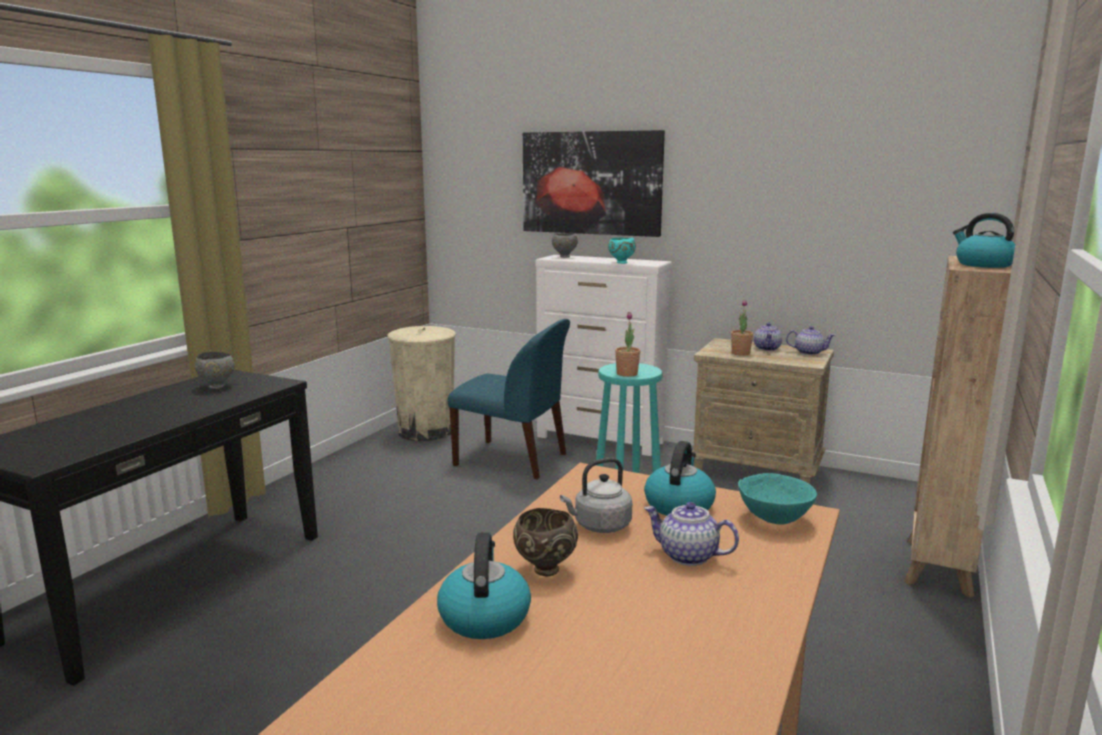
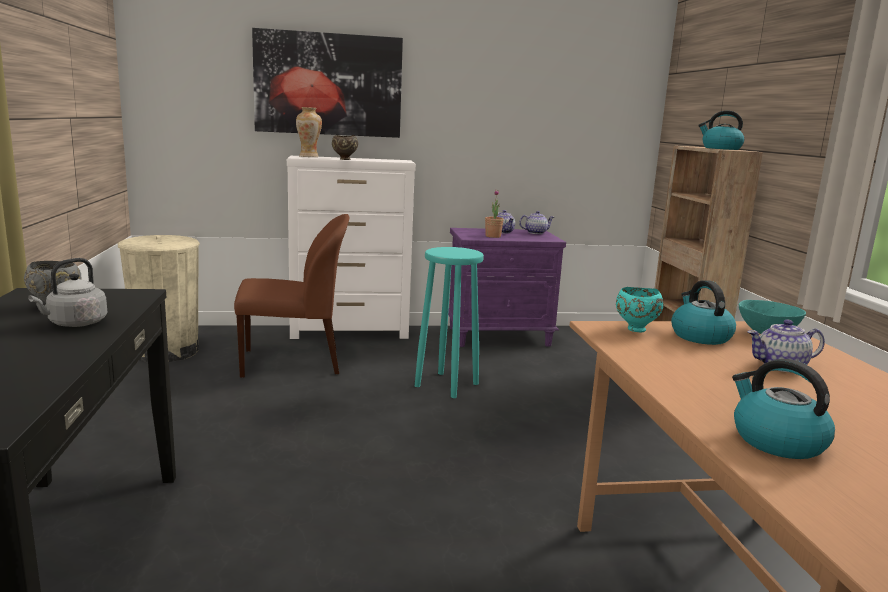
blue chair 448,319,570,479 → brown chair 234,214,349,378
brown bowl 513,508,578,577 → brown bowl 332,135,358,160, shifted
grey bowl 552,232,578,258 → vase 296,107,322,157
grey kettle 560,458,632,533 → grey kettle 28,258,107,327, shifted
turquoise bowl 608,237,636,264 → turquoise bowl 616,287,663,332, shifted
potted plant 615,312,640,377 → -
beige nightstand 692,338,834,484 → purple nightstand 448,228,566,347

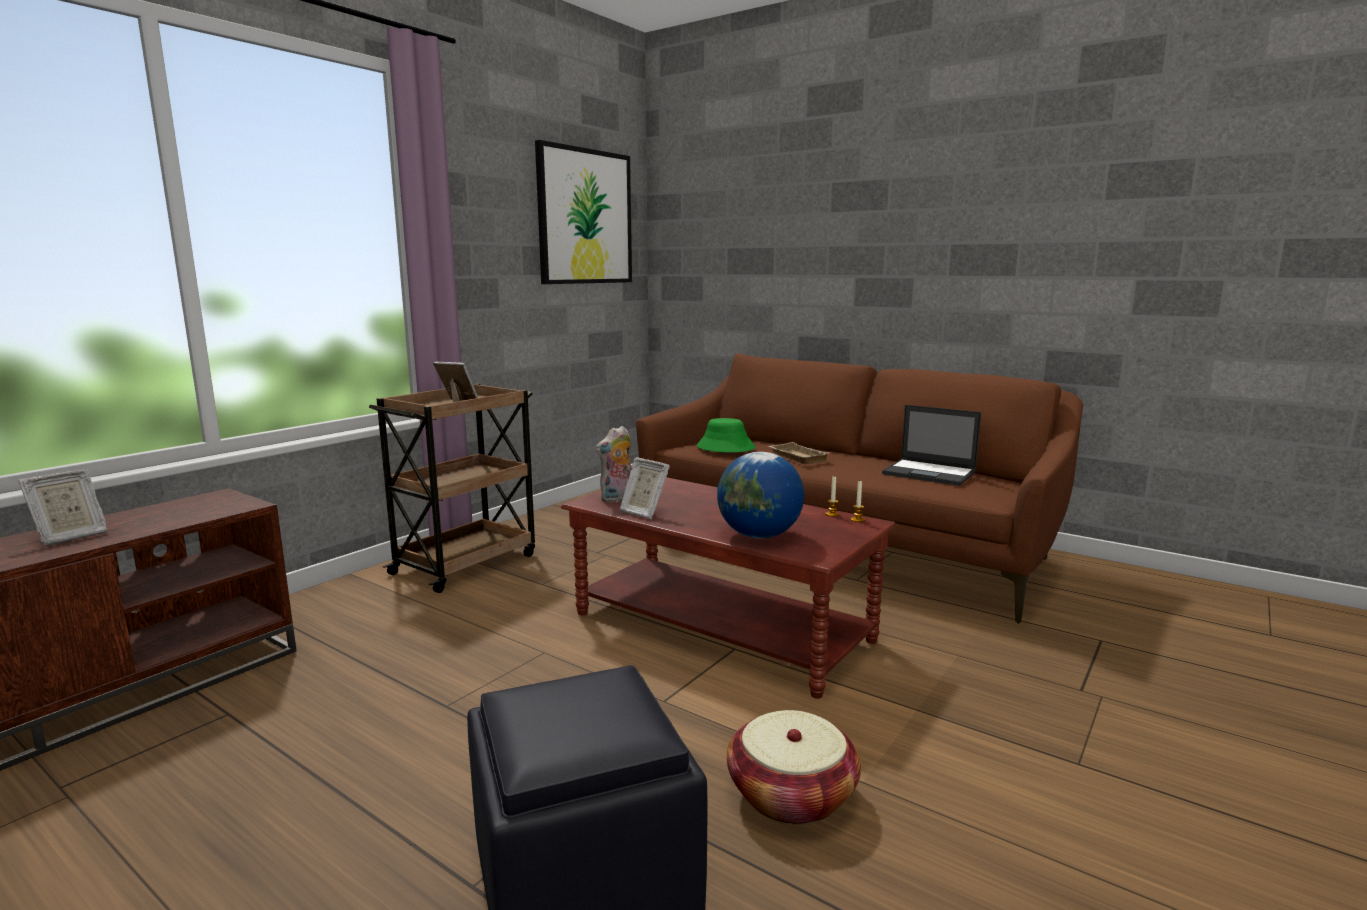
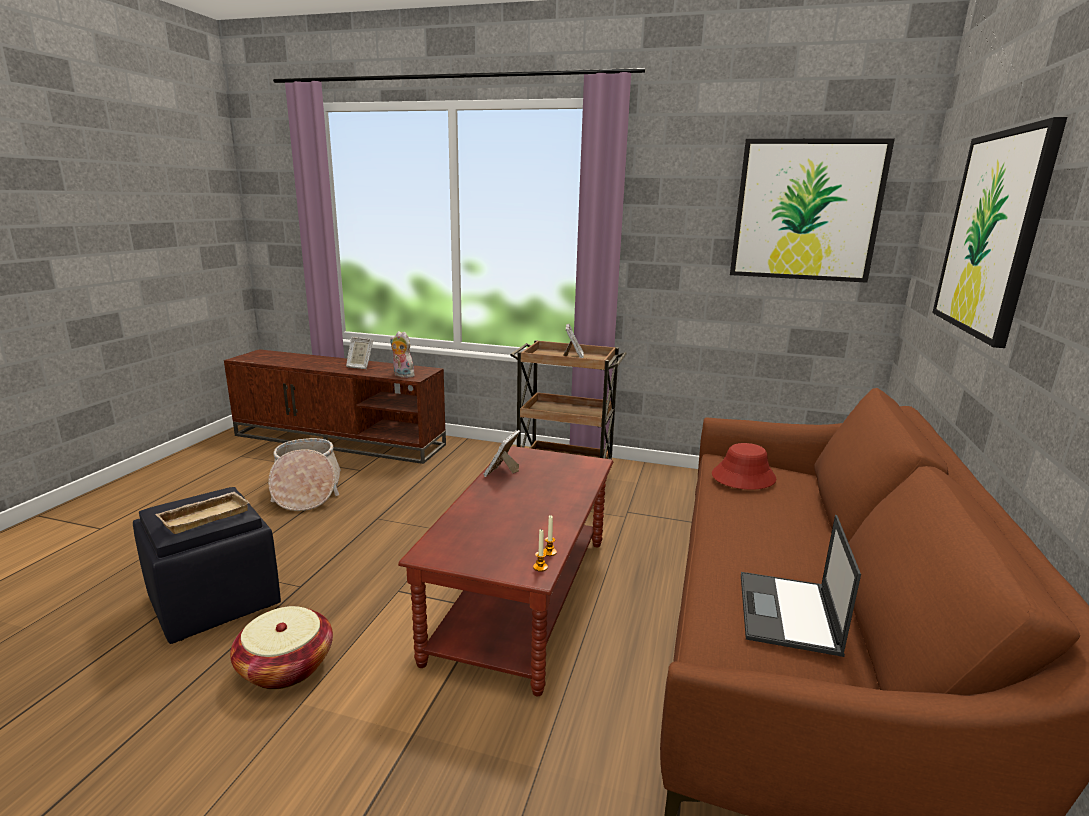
plush toy 596,426,632,503 → plush toy 390,331,414,378, shifted
green hat 697,418,756,452 → red hat 712,443,776,490
globe 717,452,804,538 → -
beige tray 768,442,830,464 → beige tray 156,492,250,534, shifted
- → basket 268,438,341,511
- → picture 932,117,1067,348

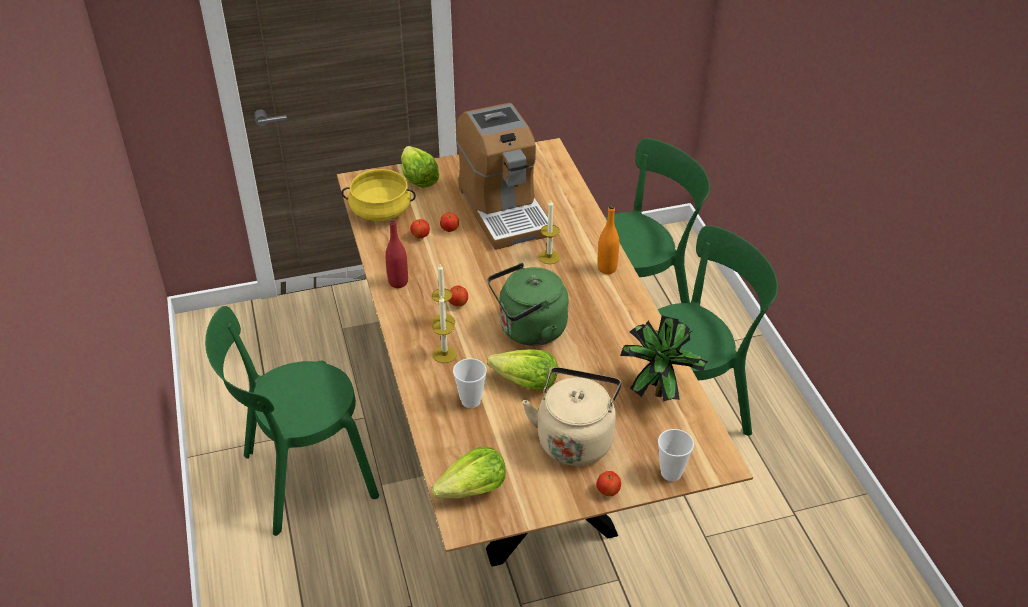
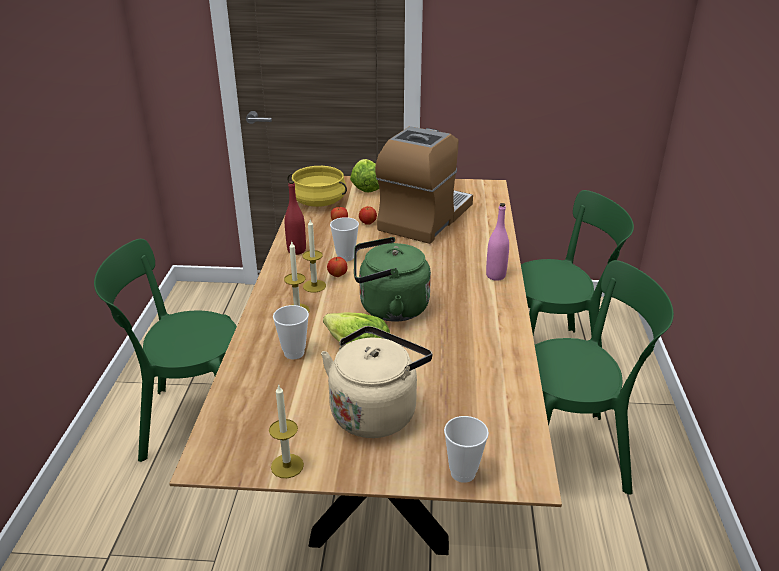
lettuce 431,447,506,499 → -
coffee machine 456,103,548,250 → coffee machine 375,126,473,244, 150 degrees counterclockwise
candle 538,200,560,264 → candle 269,384,304,478, shifted
apple 596,471,621,496 → -
orange bottle 597,205,619,274 → pink bottle 486,203,509,281
potted plant 620,316,708,402 → -
- → cup 330,217,359,262

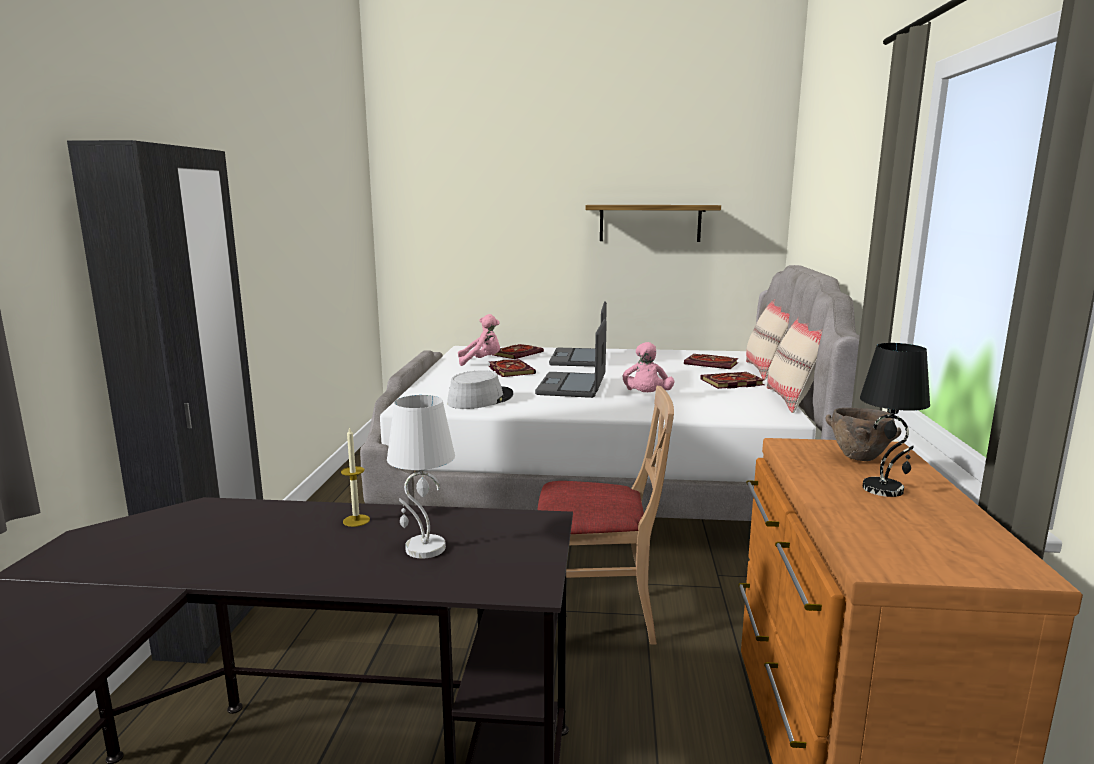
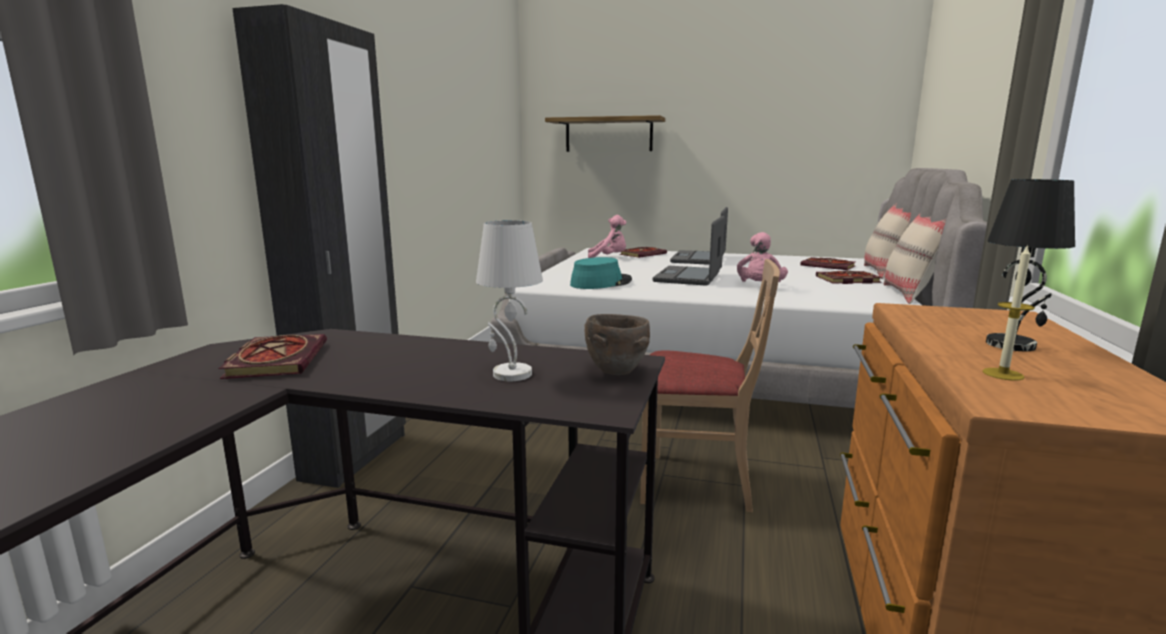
candle 341,427,370,527 → candle 983,244,1035,381, shifted
grey hat 447,370,513,409 → turquoise hat 570,257,632,289
book 489,359,536,377 → book 218,334,327,379, shifted
shelf 586,205,721,242 → shelf 545,115,665,152, shifted
brown bowl 825,408,901,461 → brown bowl 584,314,650,375, shifted

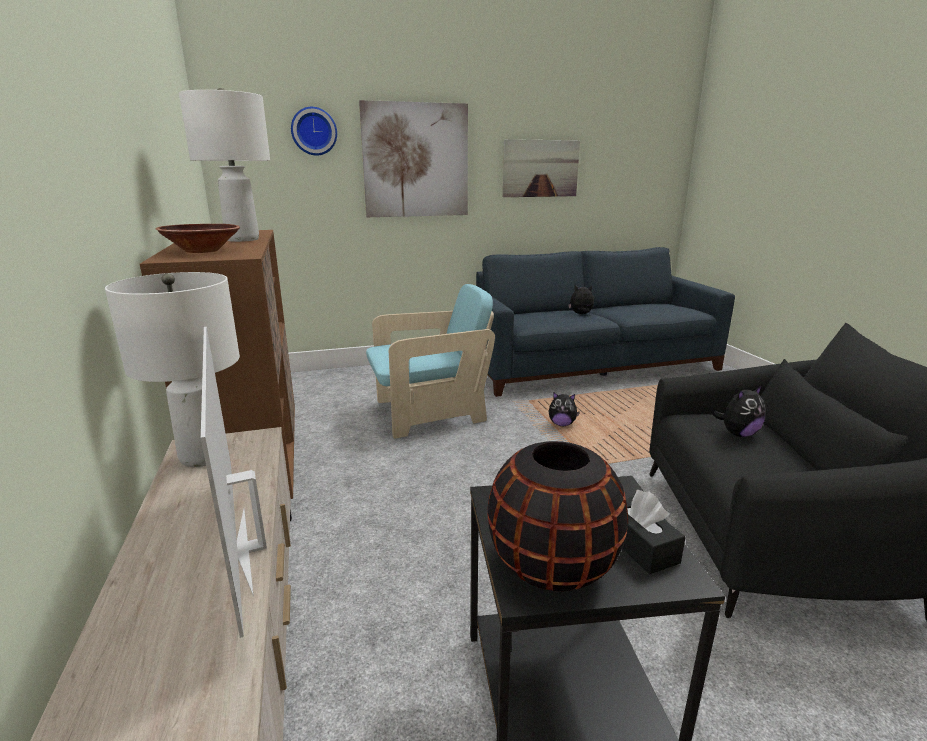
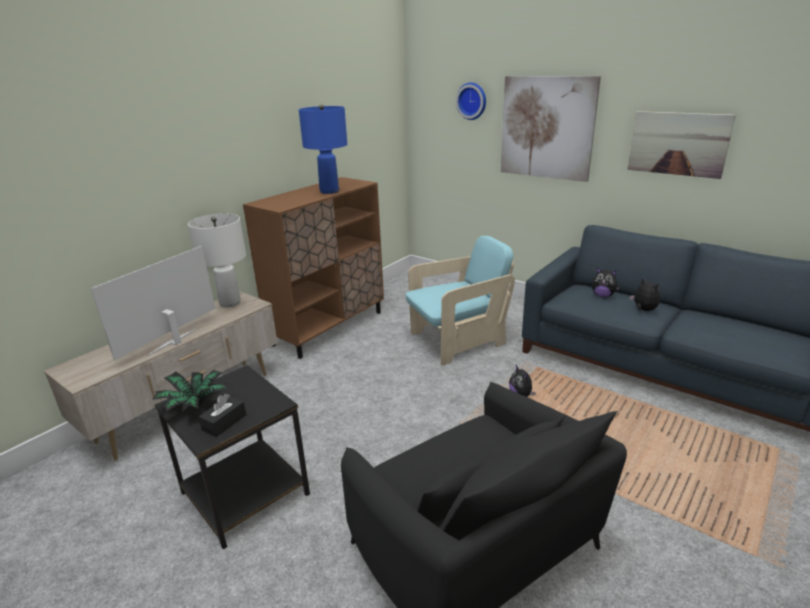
brown bowl 156,224,240,253 → -
white table lamp 179,88,270,242 → blue table lamp 299,104,347,194
turquoise armchair 366,284,495,439 → turquoise armchair 406,236,515,365, 60 degrees counterclockwise
black vase 487,441,628,591 → potted plant 152,369,230,412
plush toy 712,385,766,437 → plush toy 592,267,620,297, shifted

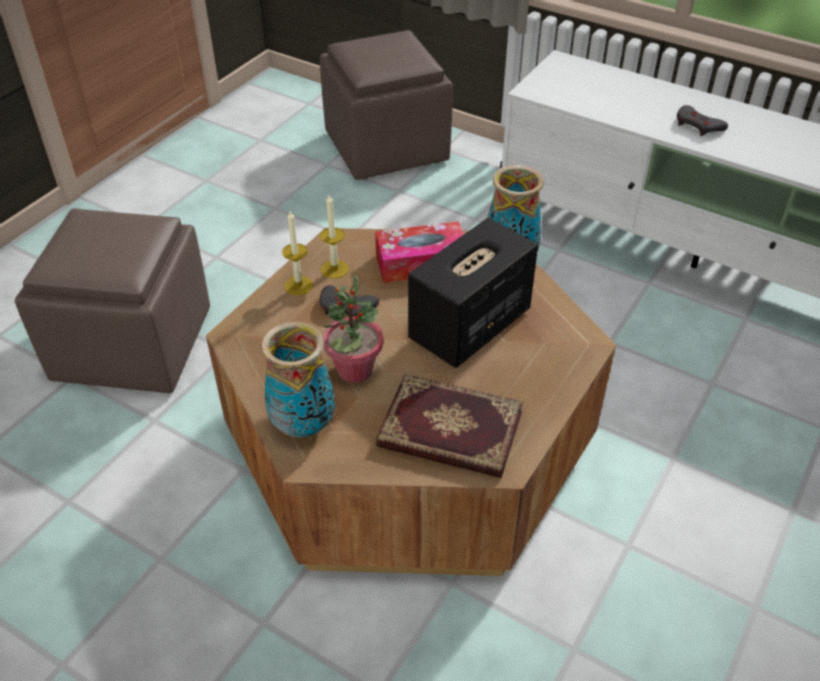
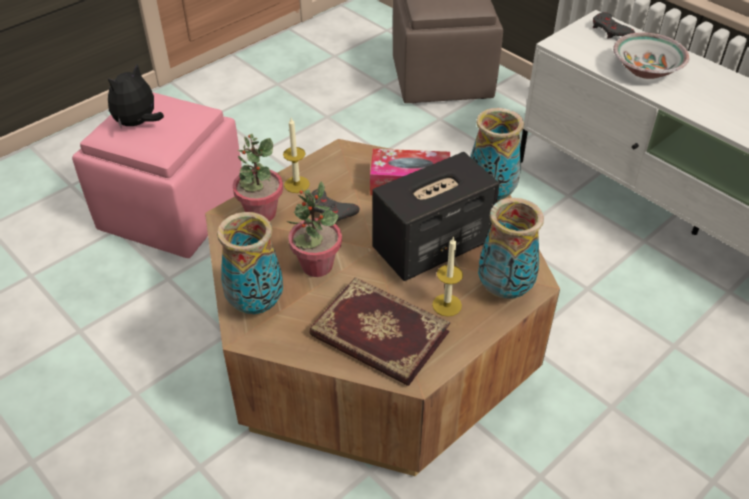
brown ottoman 15,208,210,393 → pink ottoman 72,92,242,258
candle 320,195,349,279 → candle 432,236,463,317, shifted
grey game controller 677,105,728,136 → grey game controller 593,12,635,39, shifted
- → plush toy 108,64,164,127
- → potted plant 233,134,283,221
- → vase 478,198,544,299
- → bowl 613,33,690,79

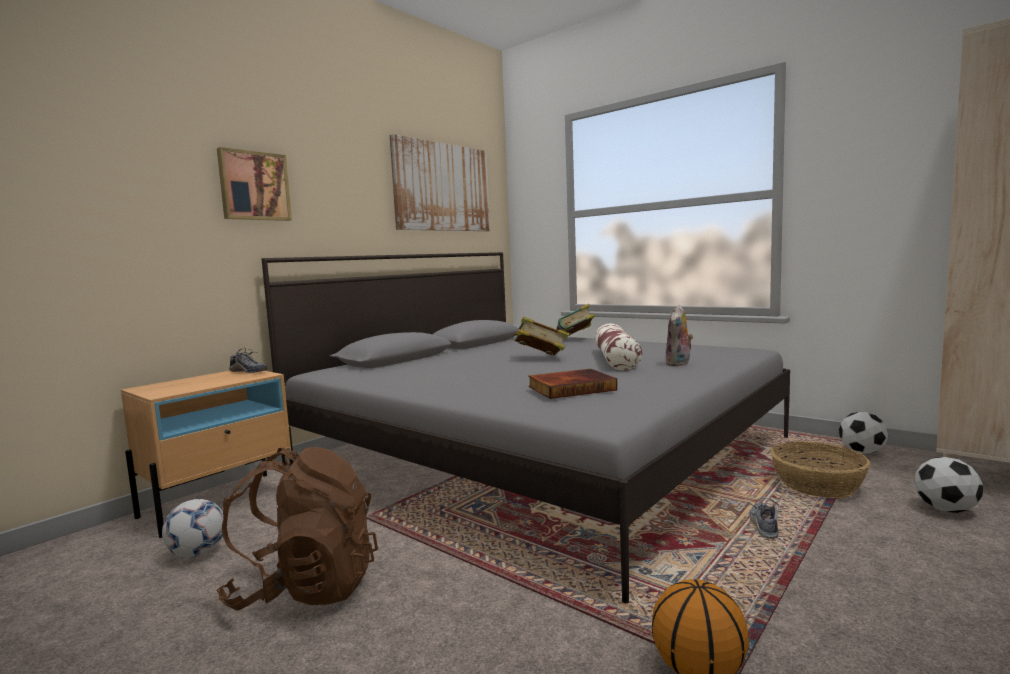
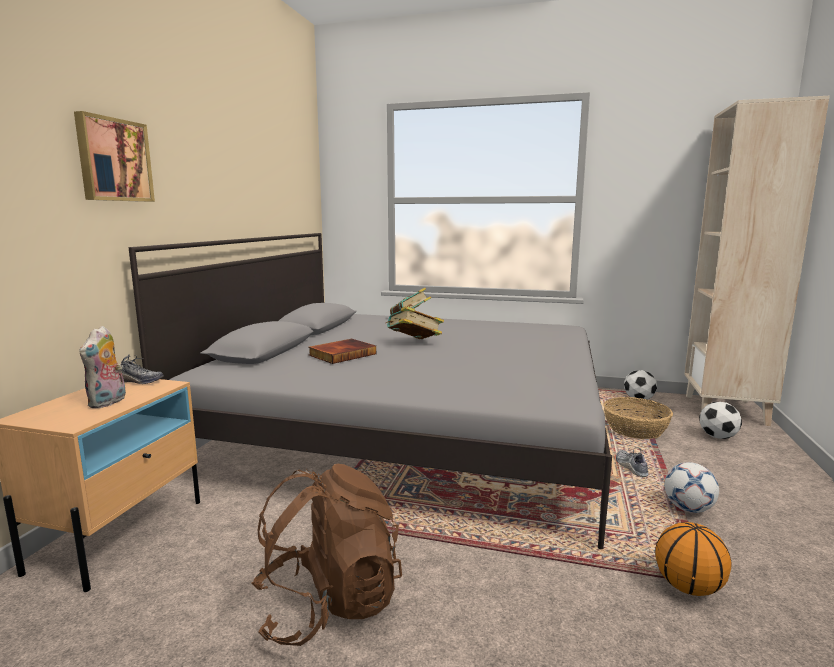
football 162,499,224,558 → football 665,462,719,513, shifted
picture 390,134,490,231 → -
book 528,369,617,399 → book 309,339,376,364, shifted
pillow 595,323,642,371 → -
plush toy 665,305,693,366 → plush toy 79,326,126,408, shifted

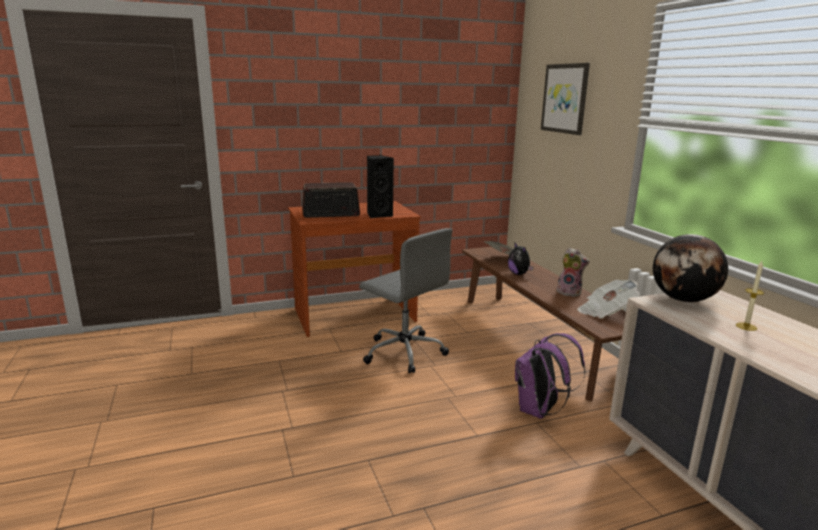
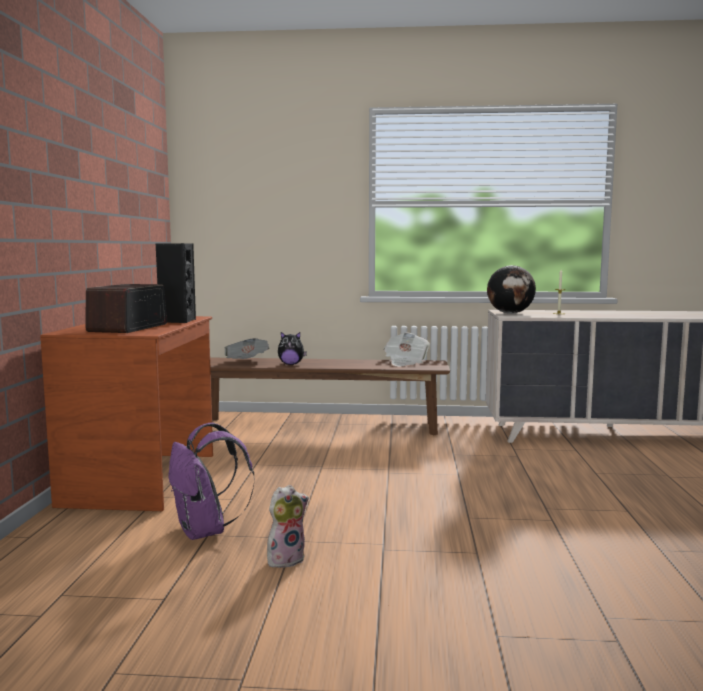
grey office chair 359,228,453,374 → -
purple backpack 515,333,585,419 → purple backpack 168,423,255,540, shifted
picture 541,63,590,135 → -
plush toy 556,247,590,297 → plush toy 267,485,309,570, shifted

